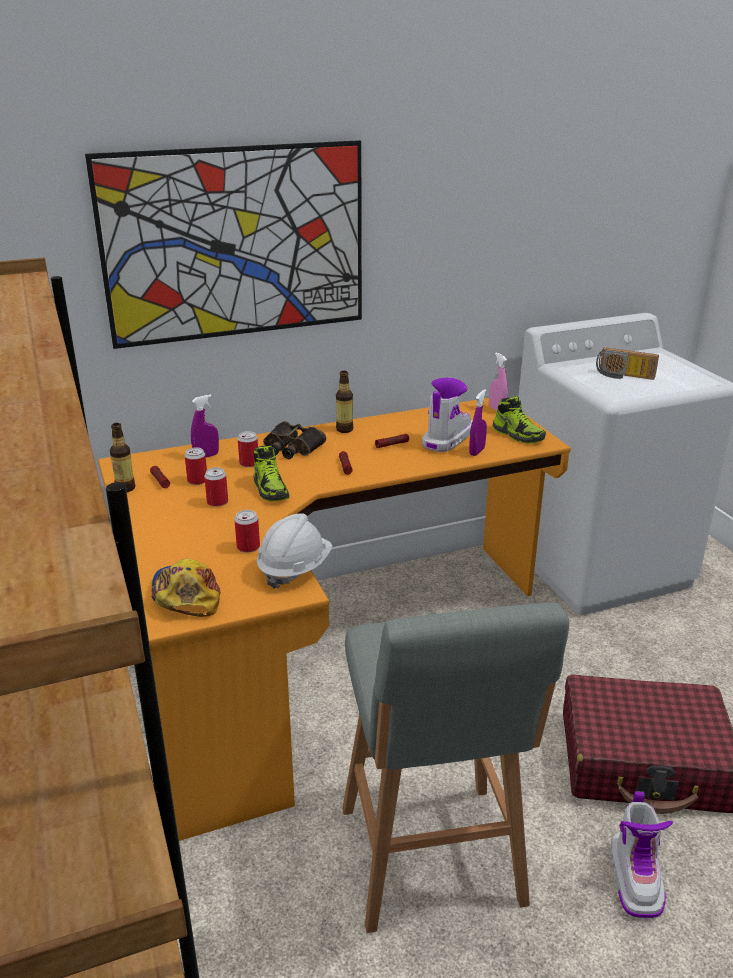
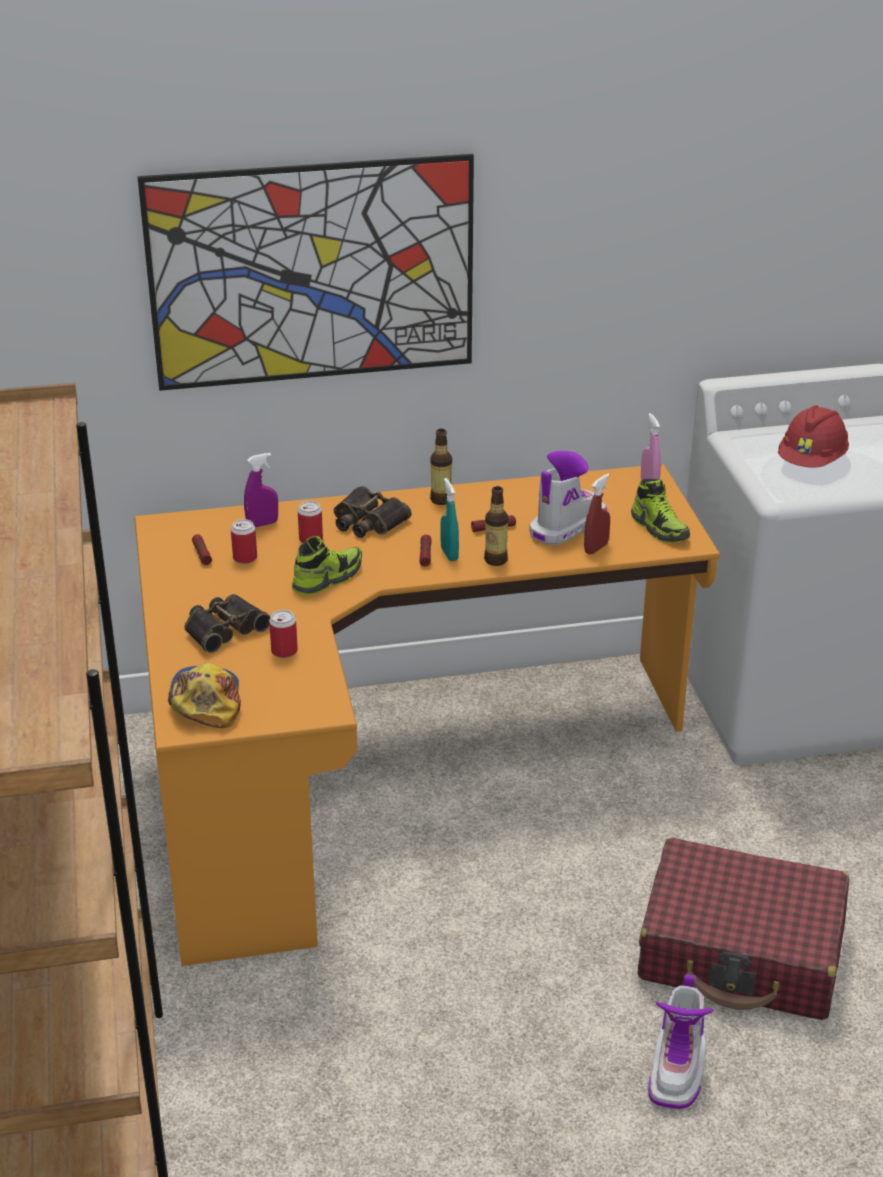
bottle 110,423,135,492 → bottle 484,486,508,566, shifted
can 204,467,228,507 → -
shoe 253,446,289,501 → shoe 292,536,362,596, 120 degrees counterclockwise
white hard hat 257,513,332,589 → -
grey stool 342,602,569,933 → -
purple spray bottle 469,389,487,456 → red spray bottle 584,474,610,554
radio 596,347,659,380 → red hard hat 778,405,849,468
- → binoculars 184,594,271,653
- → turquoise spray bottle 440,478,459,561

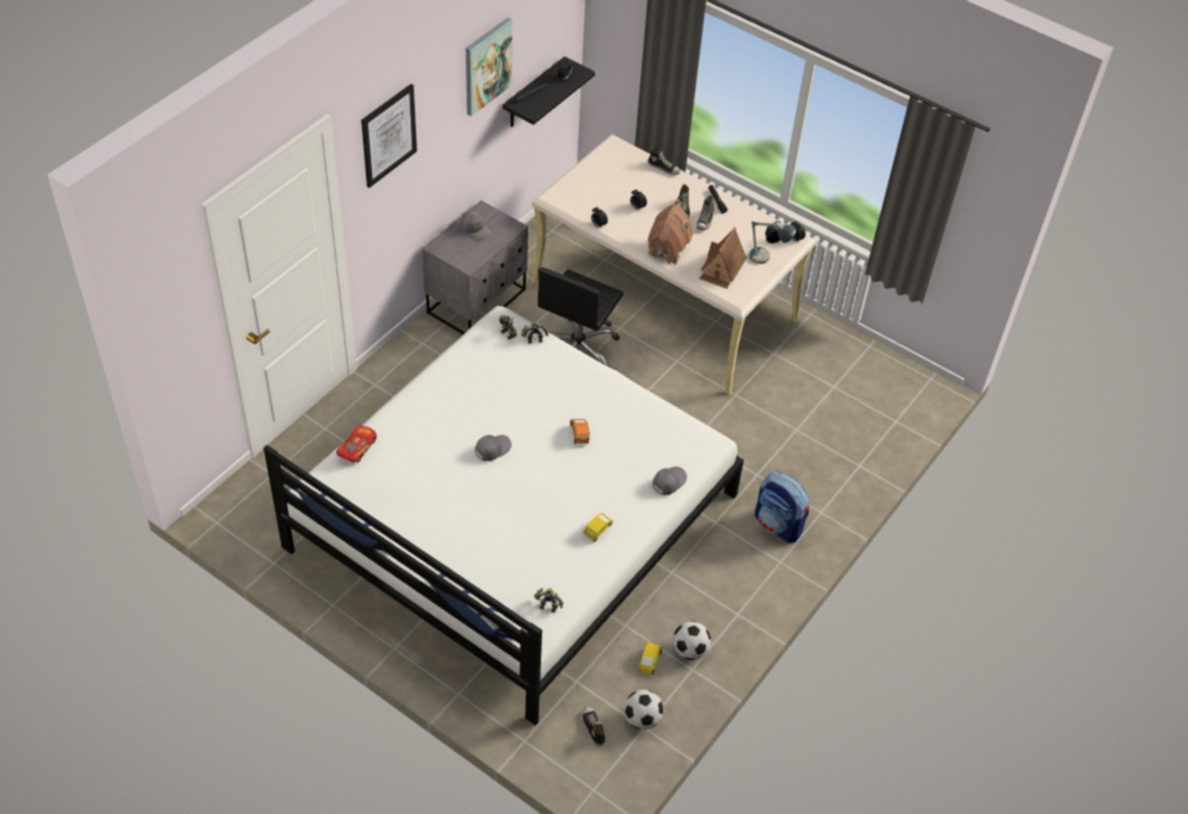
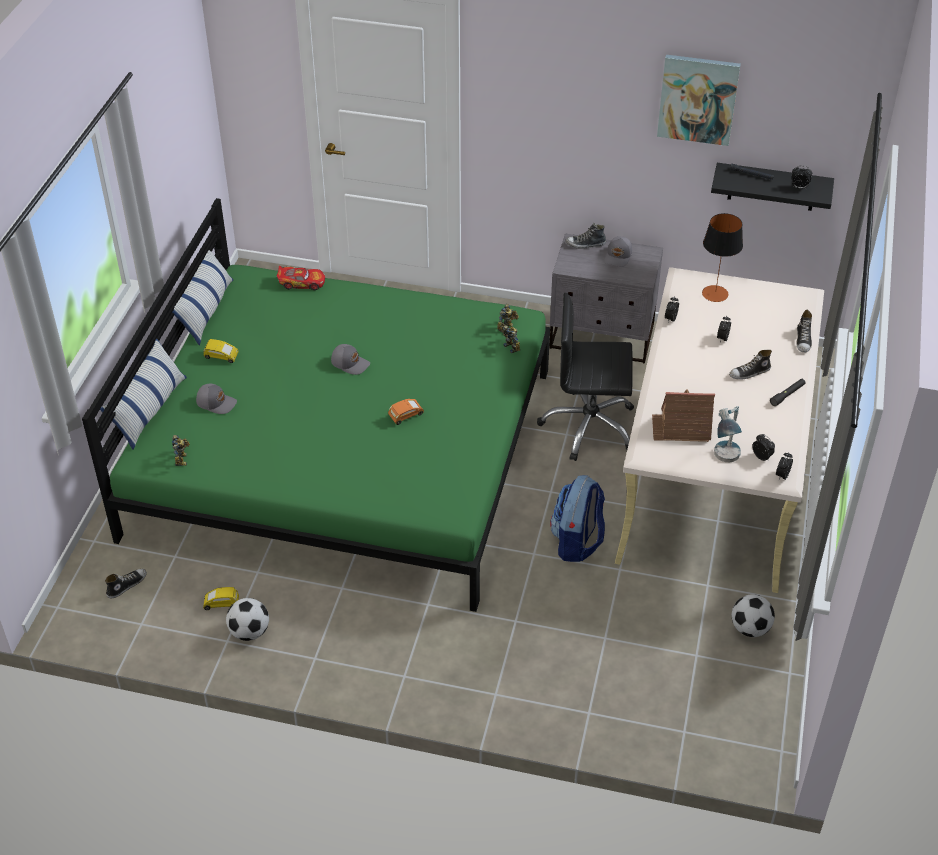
white bed 264,306,744,726 → green bed 82,198,550,612
picture 361,84,417,188 → -
yellow toy car 583,512,613,542 → yellow toy car 203,339,239,363, shifted
football 624,689,663,730 → football 732,594,775,637, shifted
toy house 648,199,693,265 → -
grey cap 652,467,687,495 → grey cap 196,384,237,414, shifted
shoe 696,195,714,230 → shoe 565,223,606,249, shifted
backpack 755,471,810,543 → backpack 550,475,605,562, shifted
- → table lamp 702,213,743,302

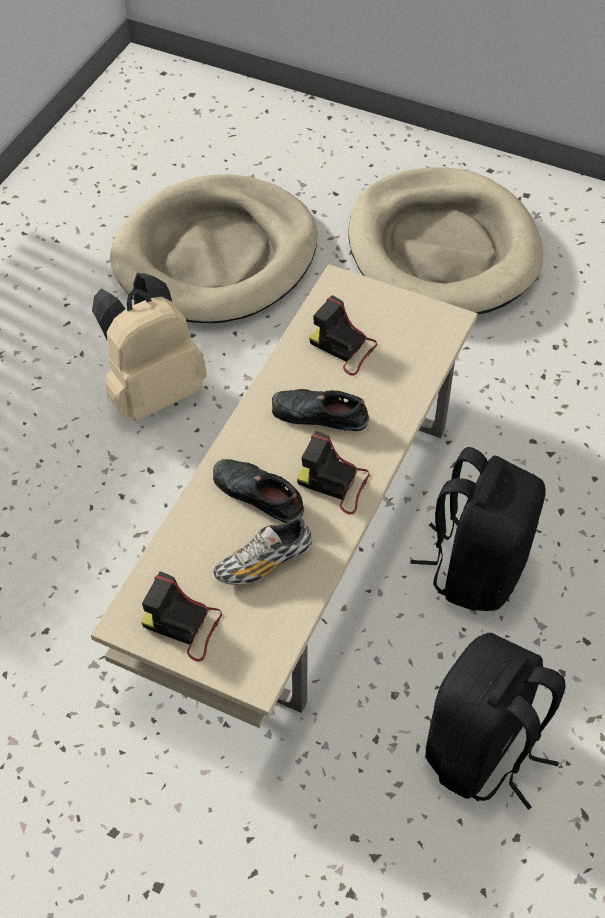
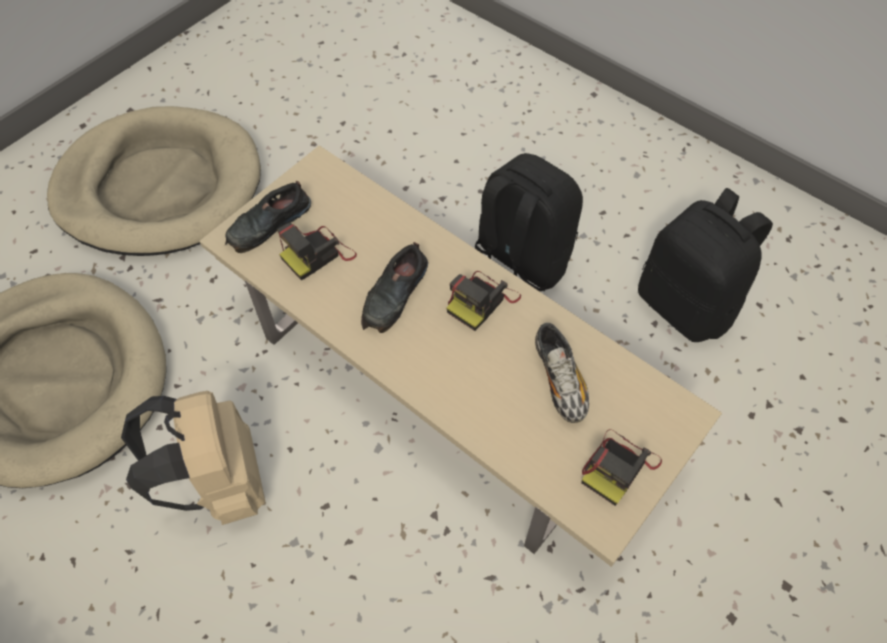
black shoe 213,459,304,523 → black shoe 225,181,311,253, shifted

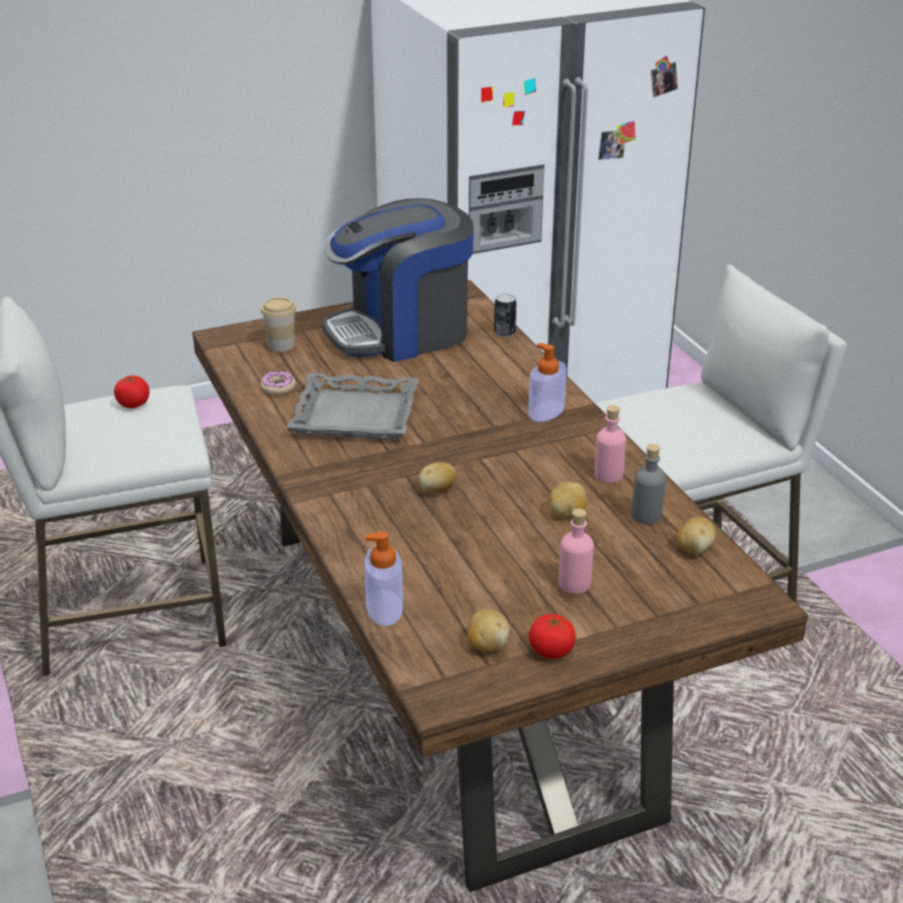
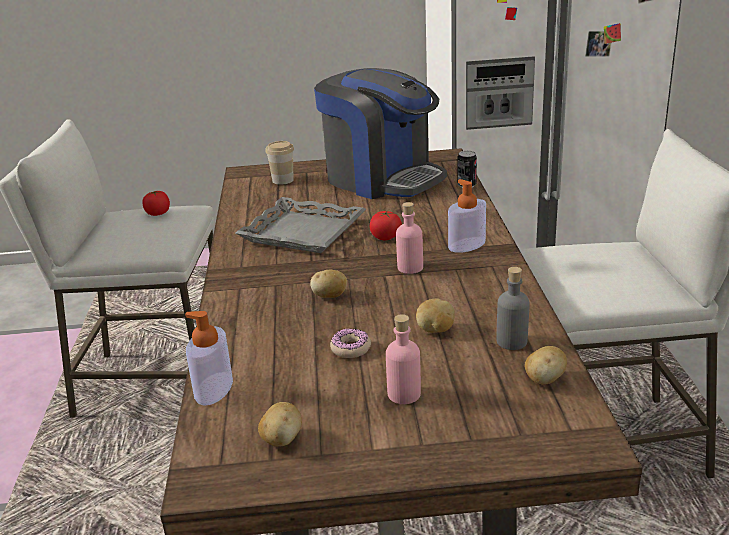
donut 260,371,296,395 → donut 330,328,371,358, shifted
coffee machine 323,198,474,362 → coffee machine 314,68,447,199, 135 degrees counterclockwise
tomato 529,614,576,659 → tomato 370,211,402,240, shifted
pink bottle 594,405,626,483 → pink bottle 396,202,423,274, shifted

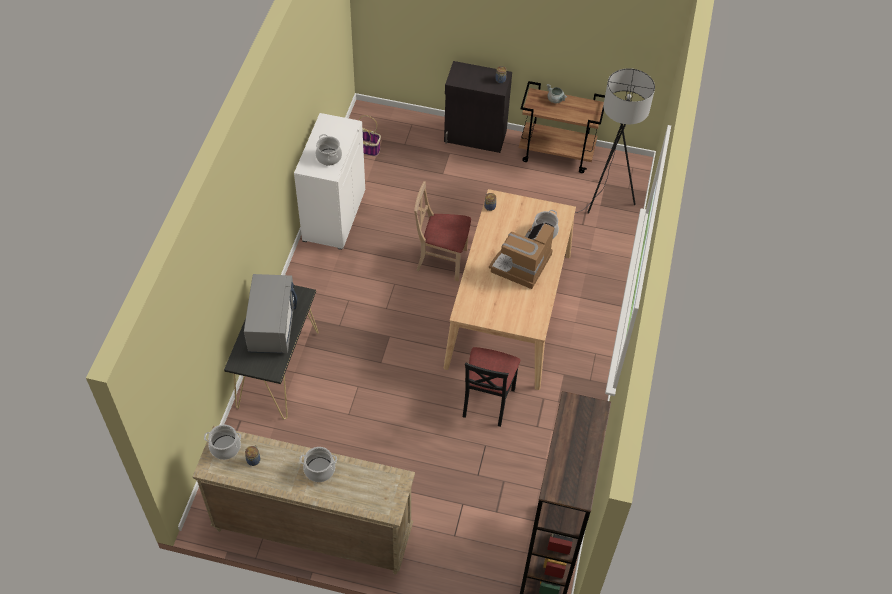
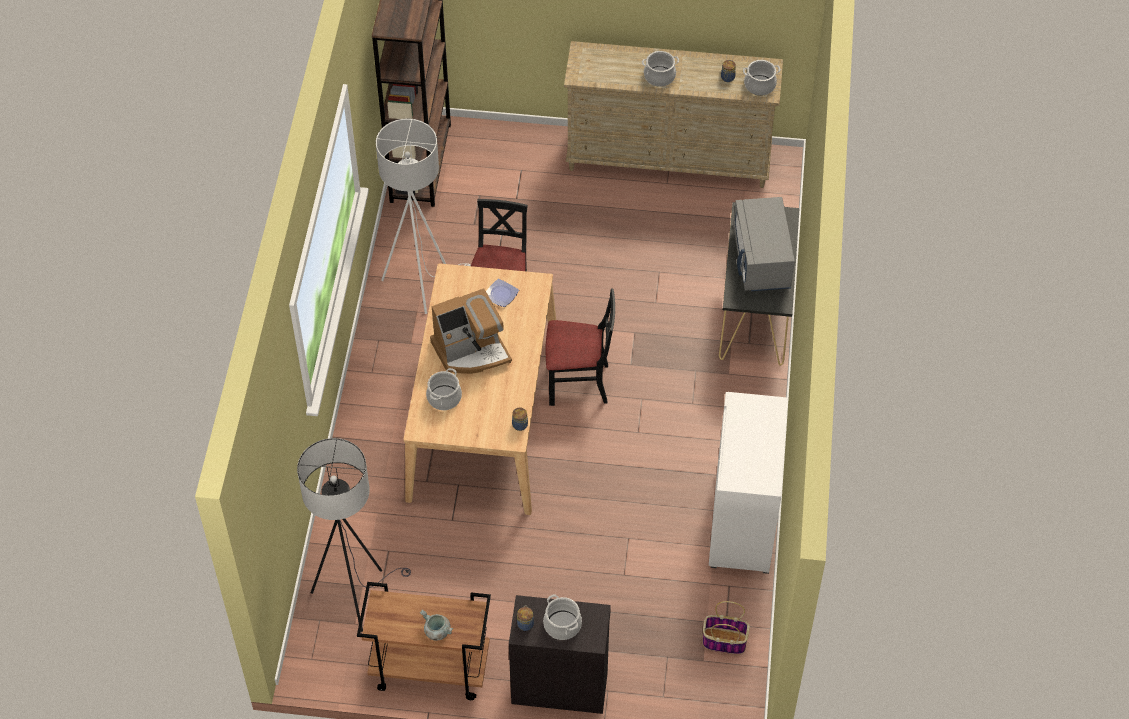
cooking pot 315,134,342,165 → cooking pot 543,594,582,640, shifted
beige chair 414,181,471,282 → -
coffee machine 489,222,554,289 → coffee machine 430,288,512,374, 45 degrees clockwise
- → white floor lamp 376,118,471,314
- → plate 486,279,519,307
- → black chair 546,289,615,406

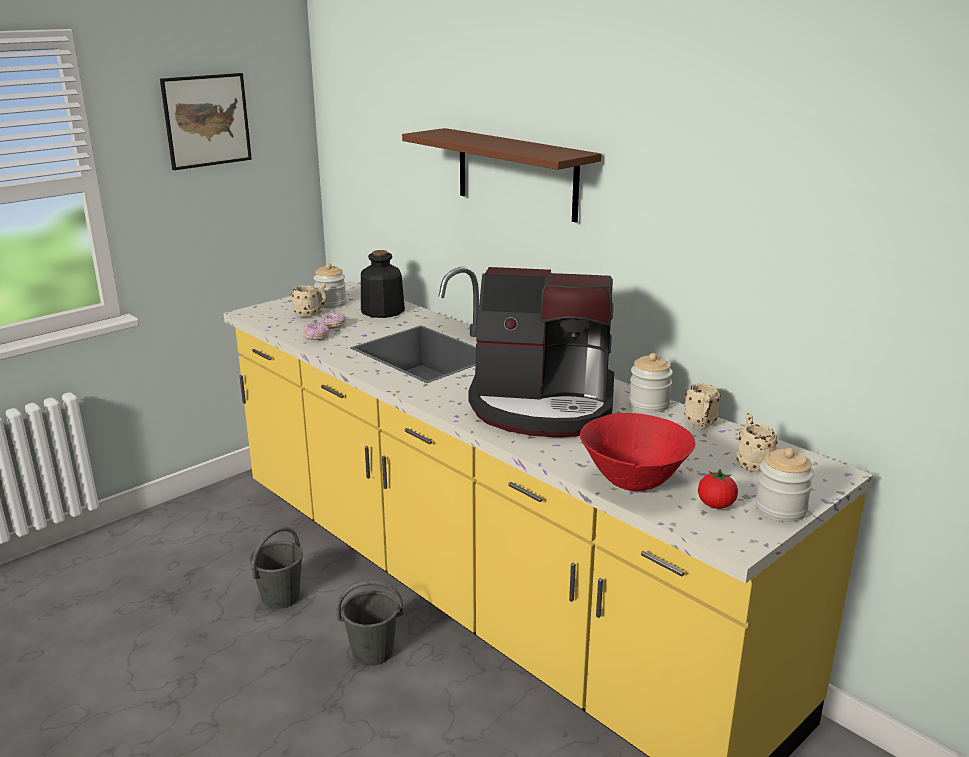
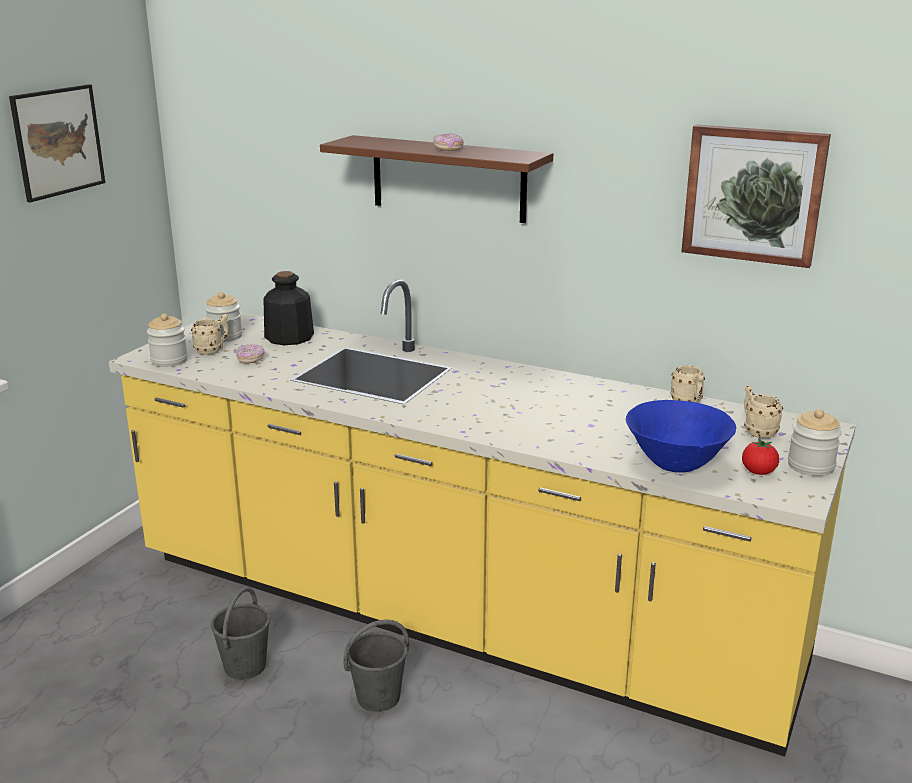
donut 303,323,329,340 → donut 433,133,464,151, shifted
coffee machine 469,267,614,437 → -
red bowl 580,413,695,491 → blue bowl 626,400,737,473
jar 629,353,673,413 → jar 147,313,188,367, shifted
- → picture 681,124,831,268

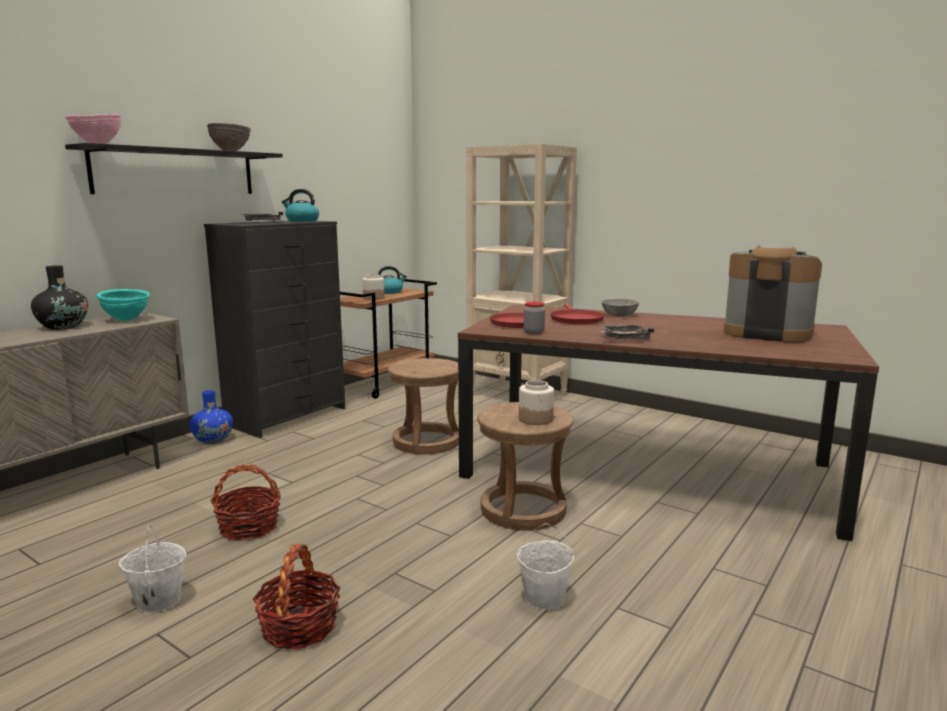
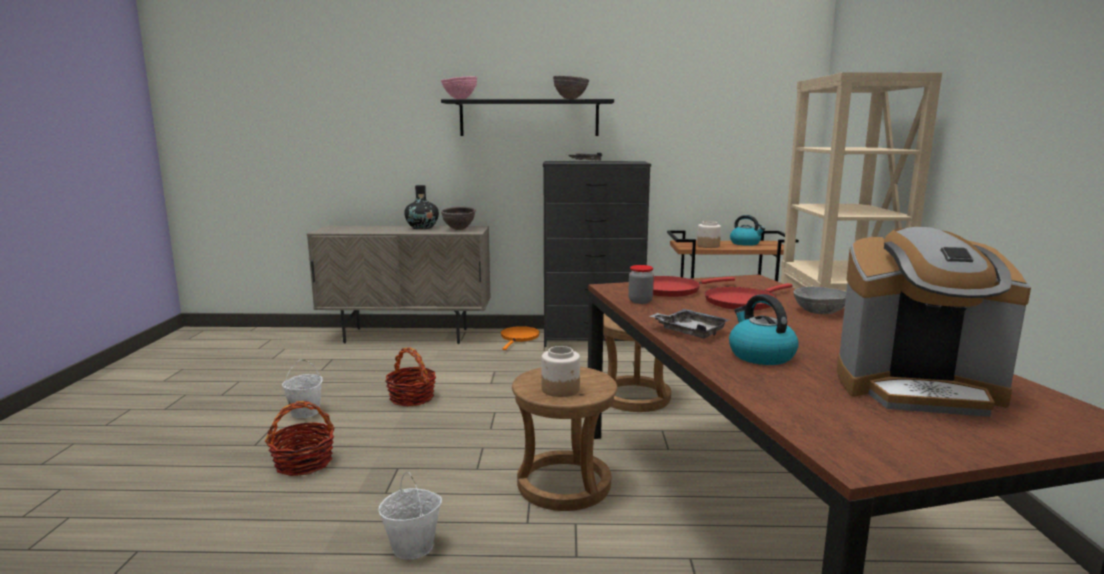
turquoise bowl 97,289,150,321 → brown bowl 441,206,476,230
blue vase 190,390,233,444 → orange frying pan 501,326,540,350
kettle 282,189,319,222 → kettle 729,294,799,365, shifted
coffee machine 724,244,822,343 → coffee machine 837,227,1031,417, 105 degrees clockwise

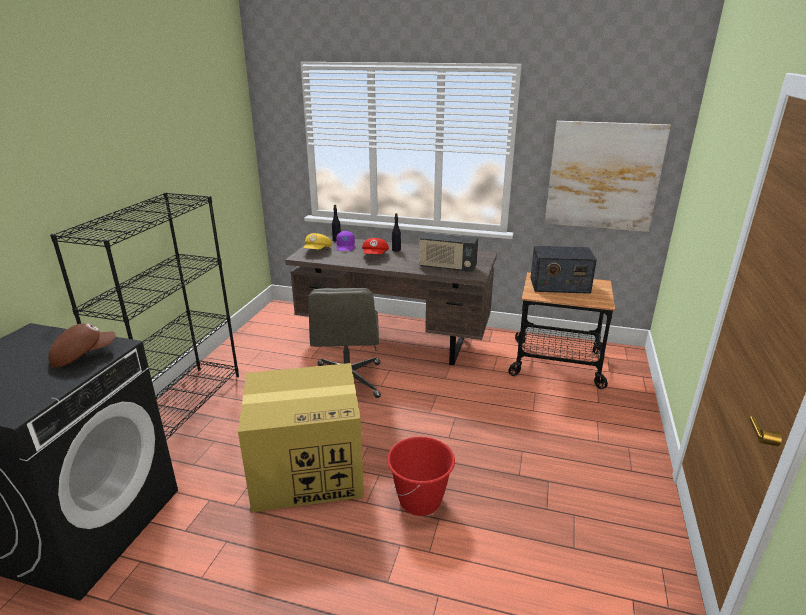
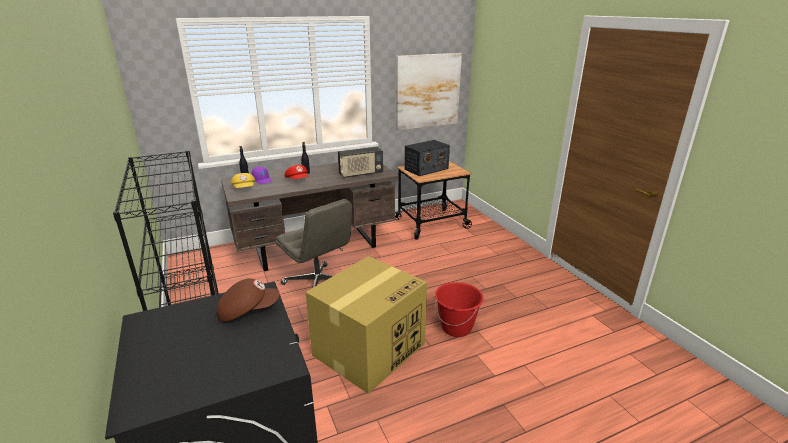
brown cap 48,323,115,368 → brown cap 217,278,280,322, 60 degrees clockwise

